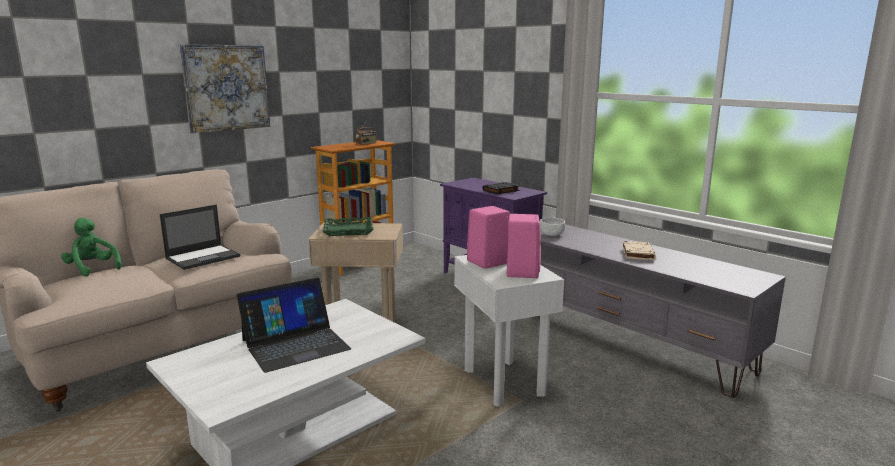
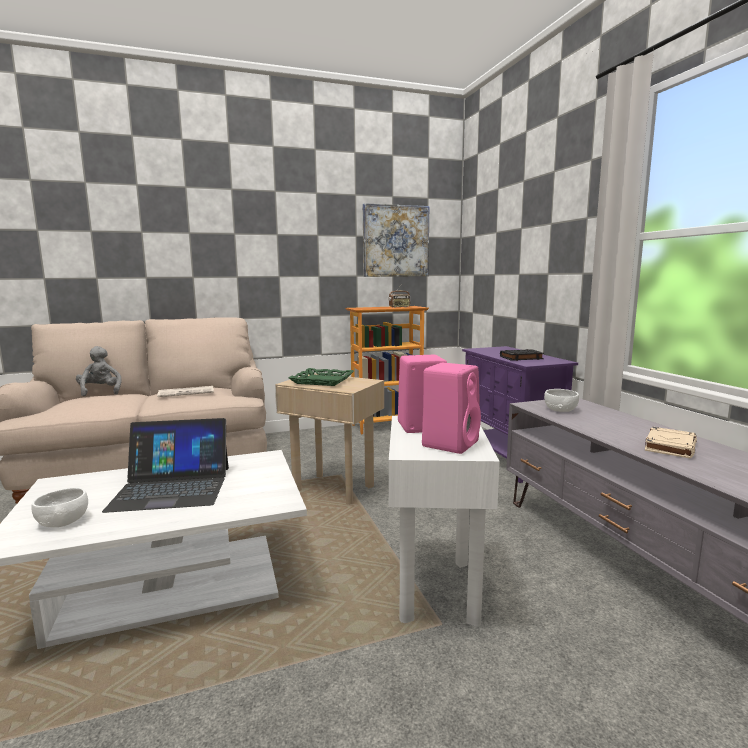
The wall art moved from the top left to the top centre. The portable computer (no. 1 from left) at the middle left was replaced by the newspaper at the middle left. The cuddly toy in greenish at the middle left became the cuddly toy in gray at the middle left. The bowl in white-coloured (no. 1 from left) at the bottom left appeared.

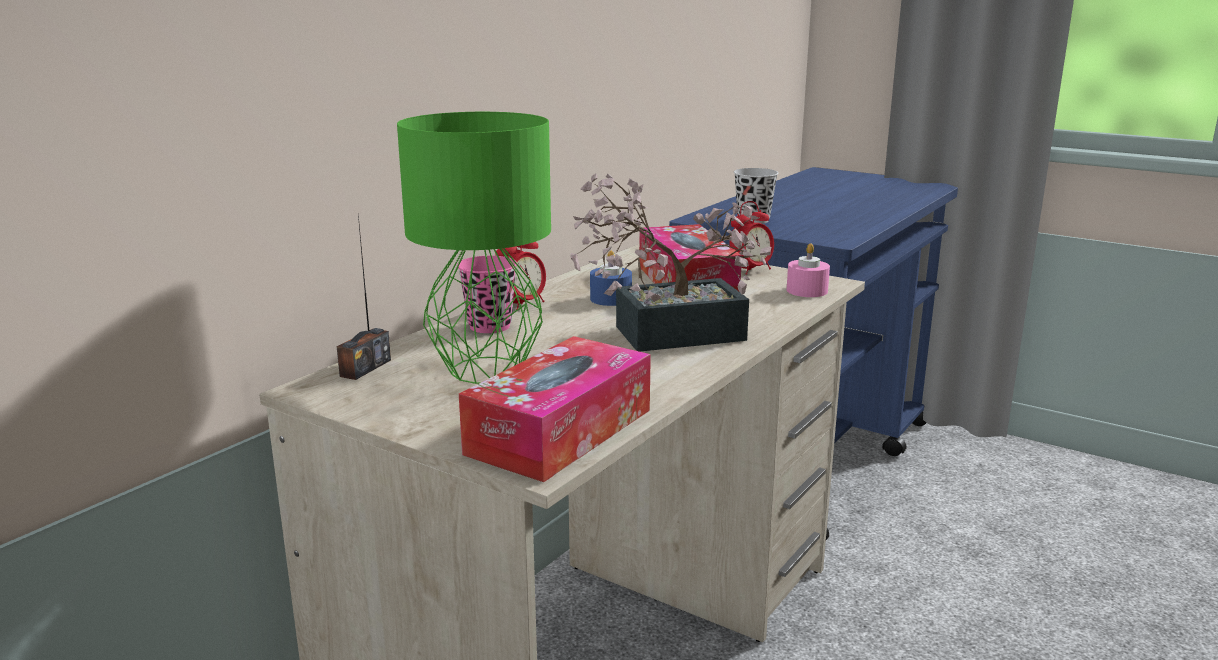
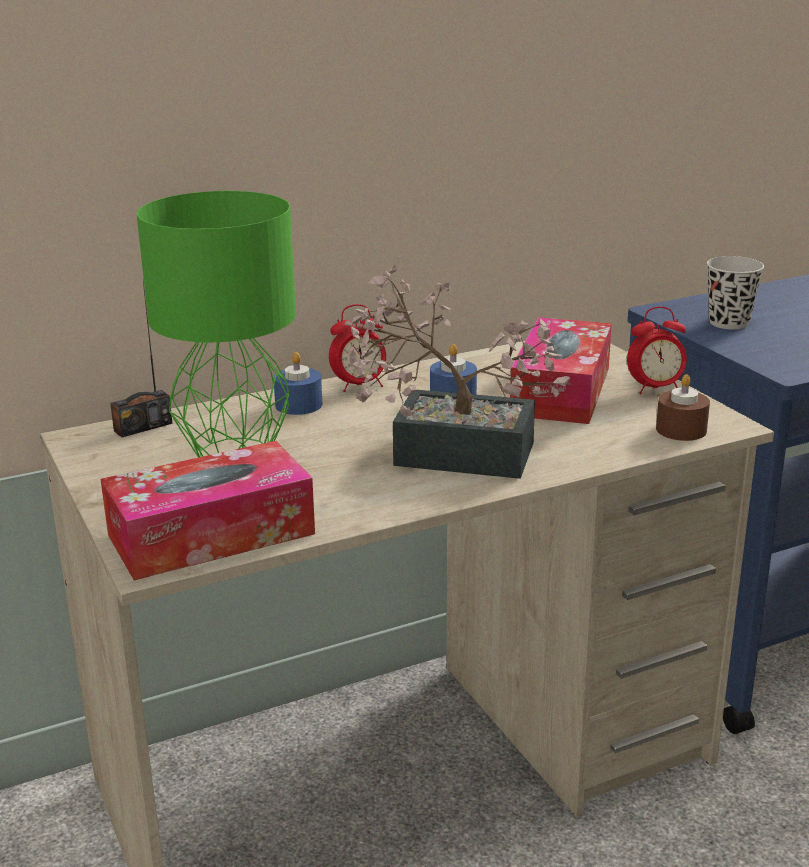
The wax candle in pink-coloured at the centre became the wax candle in brown-coloured at the middle right. The small cup in pink-coloured at the centre was replaced by the wax candle in blue-coloured (no. 1 from left) at the centre.

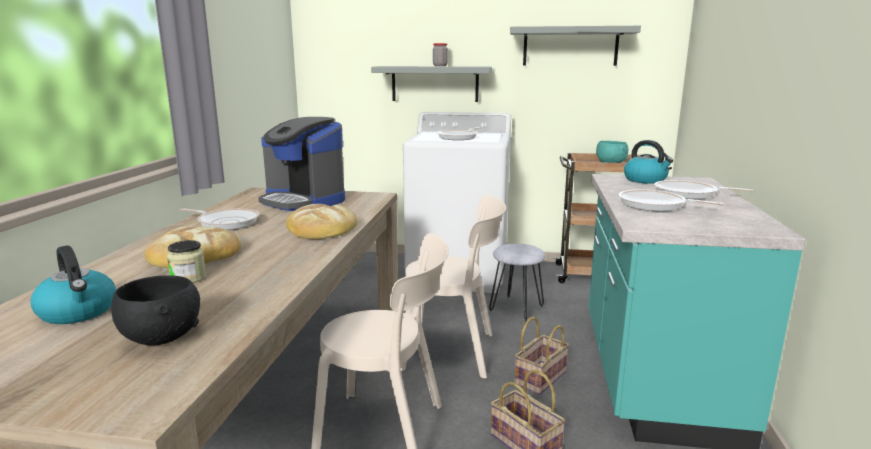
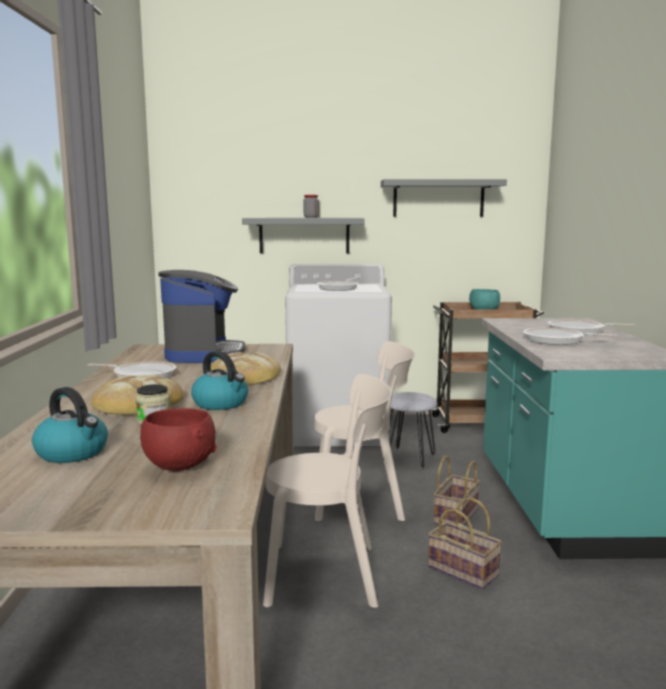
The coffee maker at the centre turned 120 degrees counterclockwise. The tea kettle (no. 2 from left) moved from the middle right to the middle left. The bowl in blackish at the bottom left became the bowl in red at the middle left.

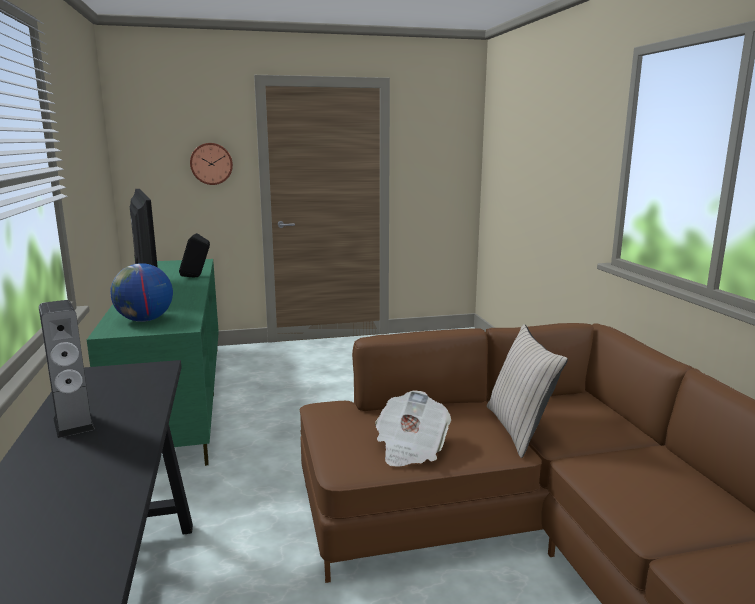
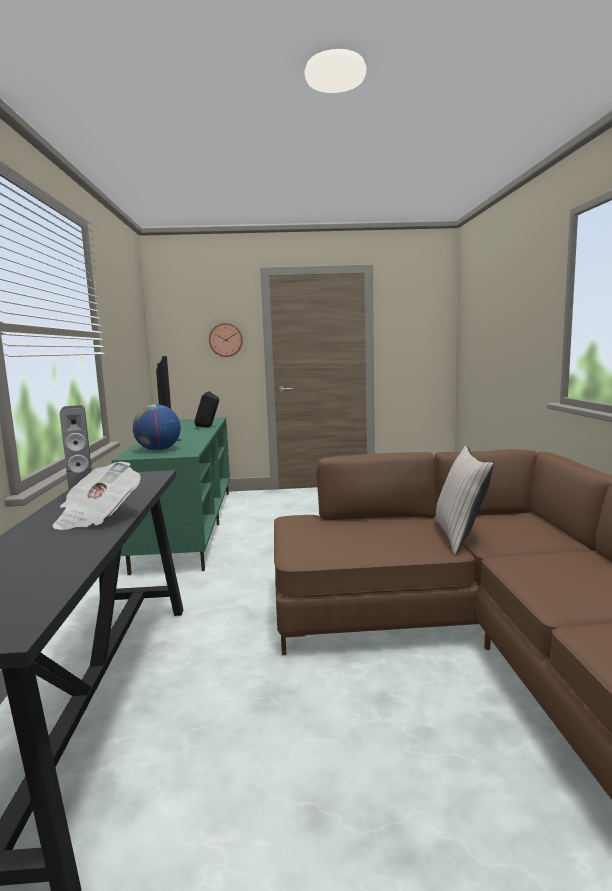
The newspaper moved from the bottom centre to the middle left.

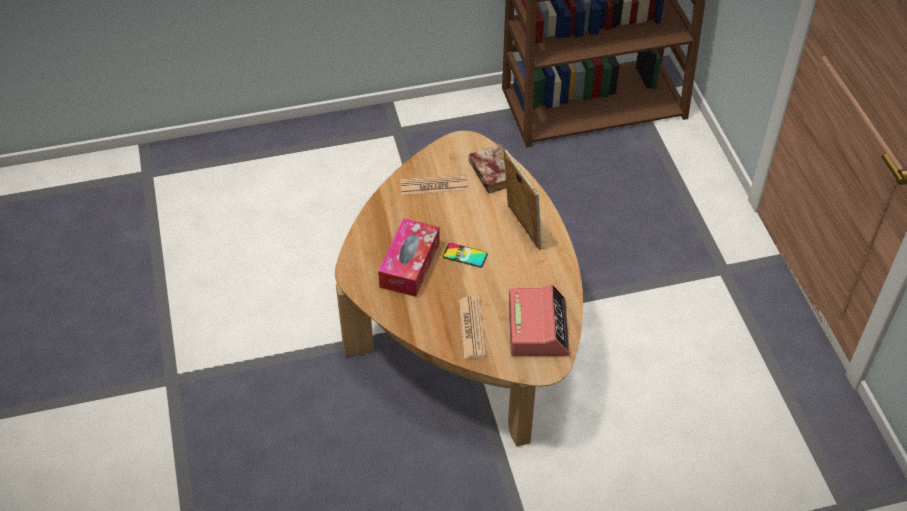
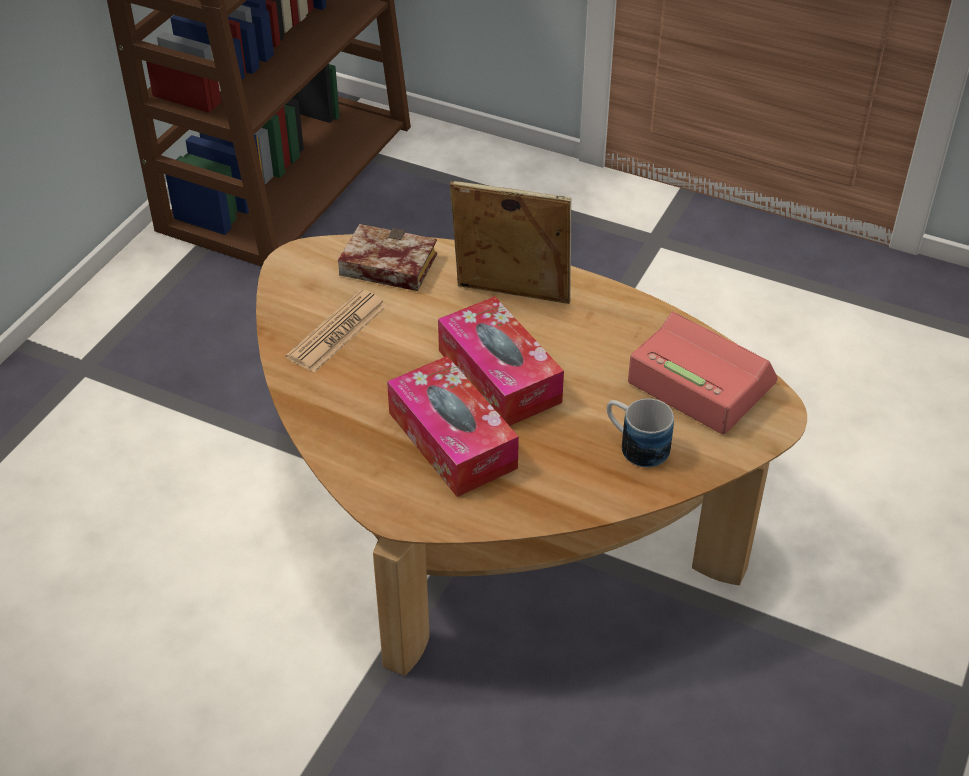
The phone at the centre was replaced by the box of tissues (no. 2 from left) at the centre. The newspaper (no. 2 from left) at the centre was replaced by the mug at the centre.

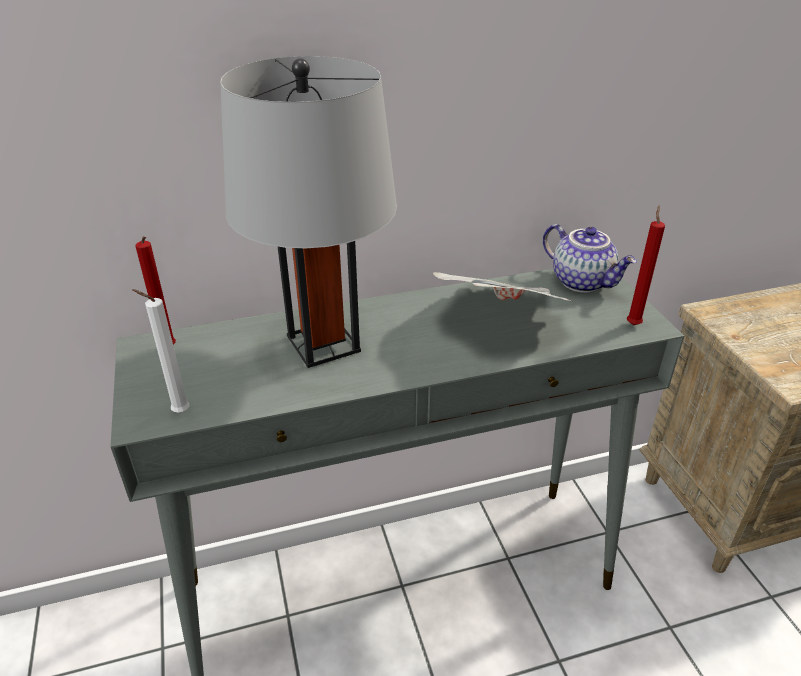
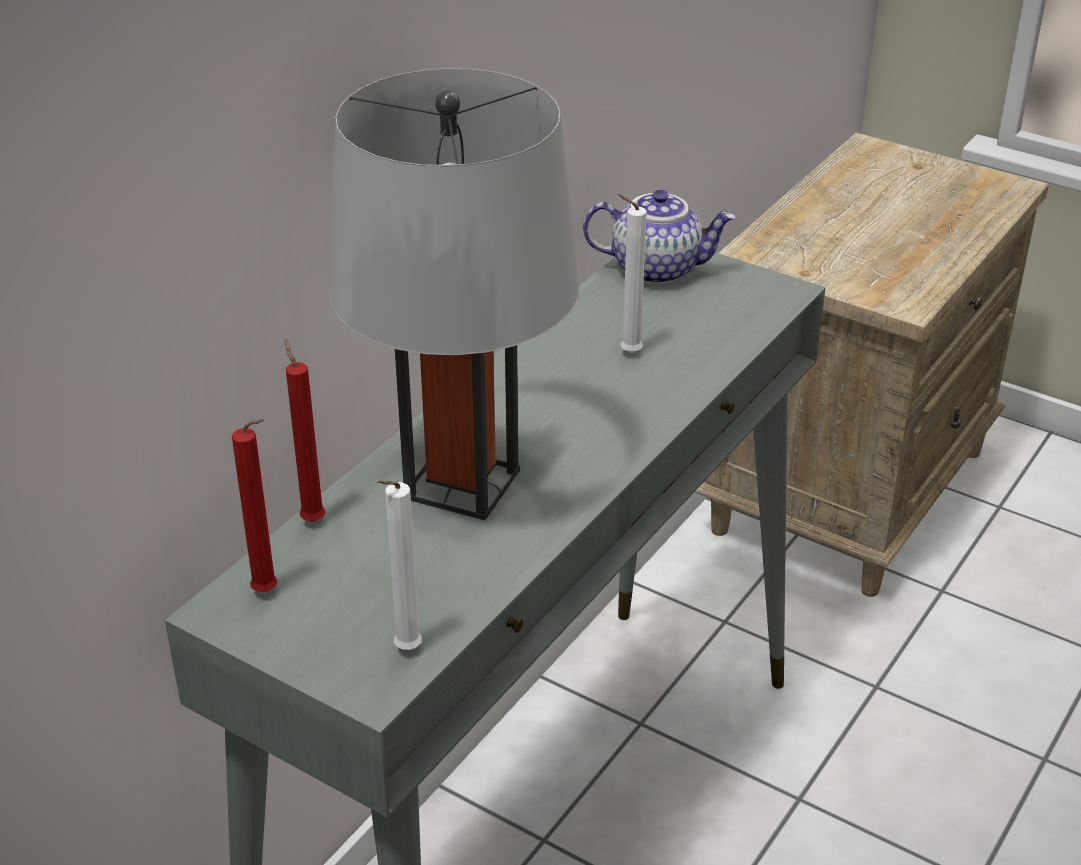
The wax candle in red (no. 2 from left) moved from the middle right to the middle left. The newspaper at the centre was replaced by the wax candle in white-coloured (no. 2 from left) at the top centre.

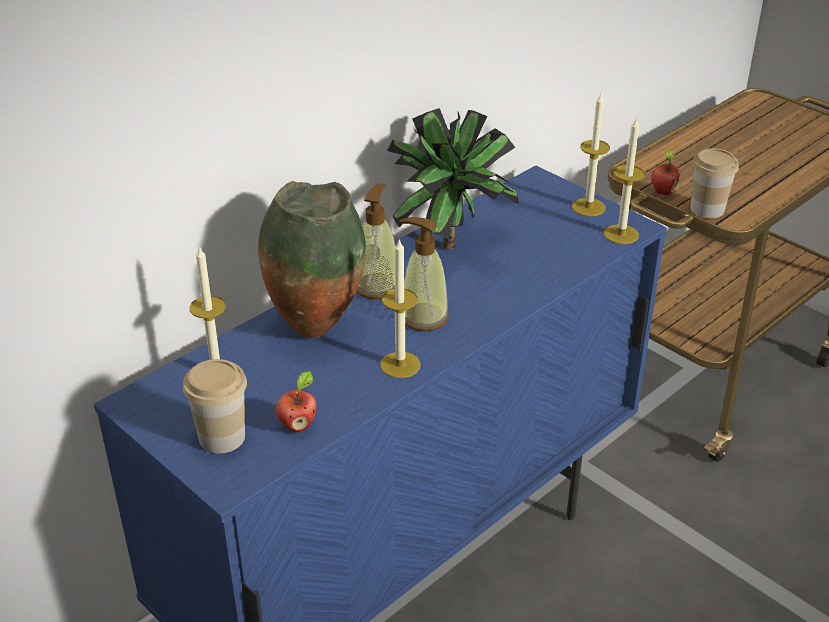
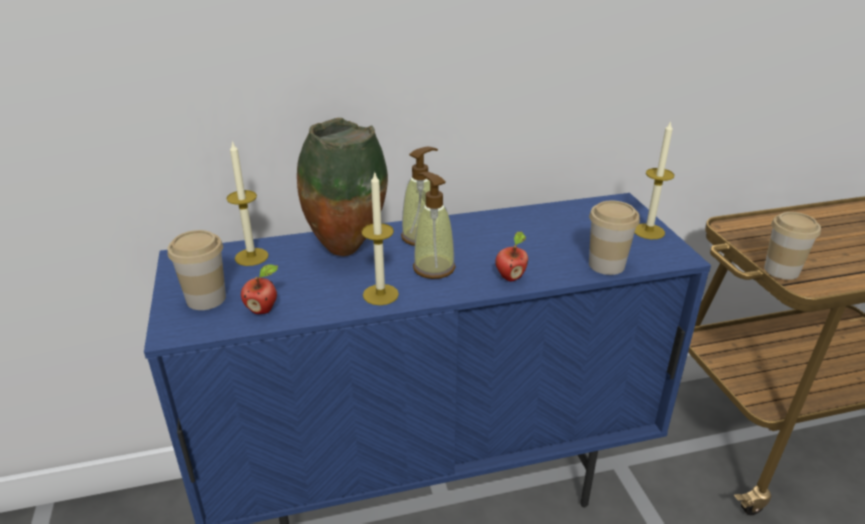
The houseplant at the top centre disappeared. The wax candle (no. 4 from left) at the top right disappeared. The apple (no. 2 from left) moved from the top right to the centre. The small cup (no. 2 from left) at the middle right appeared.

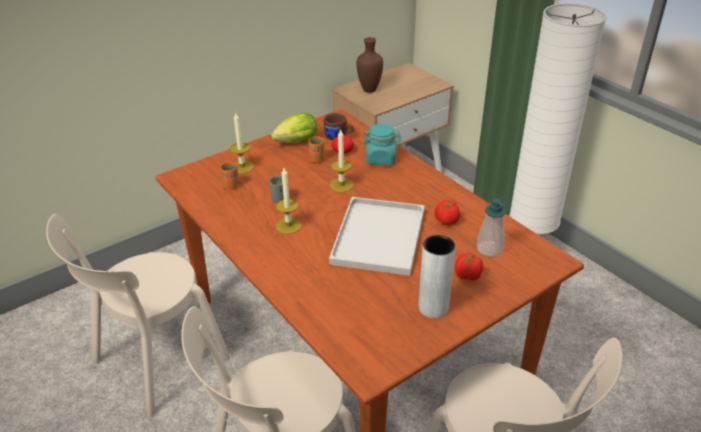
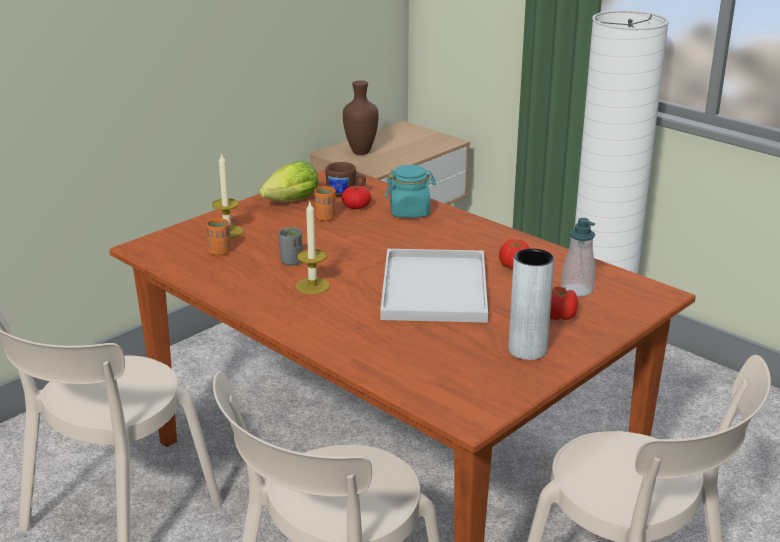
The wax candle (no. 3 from left) at the centre disappeared.

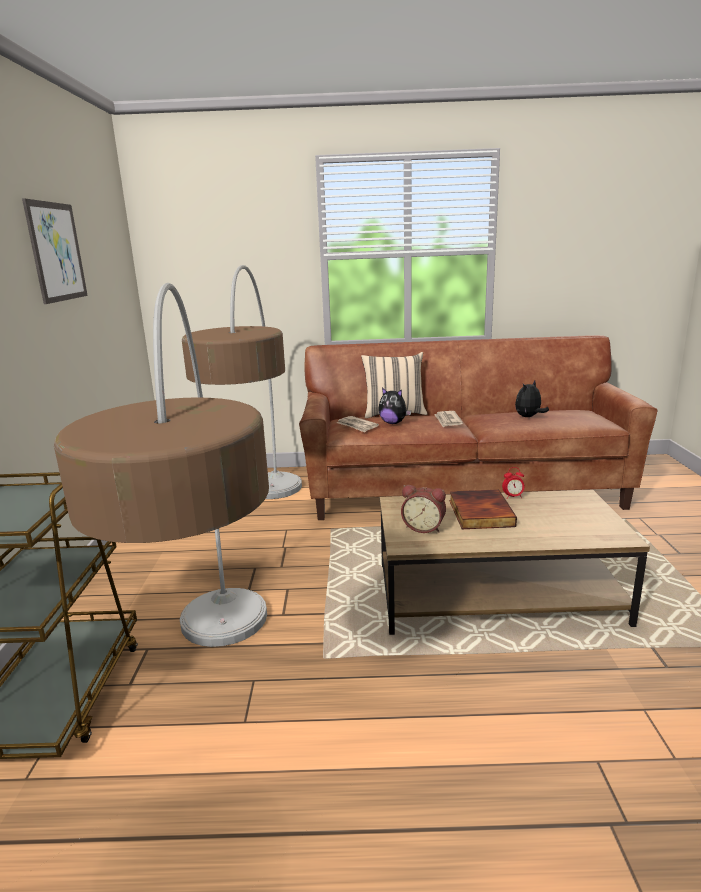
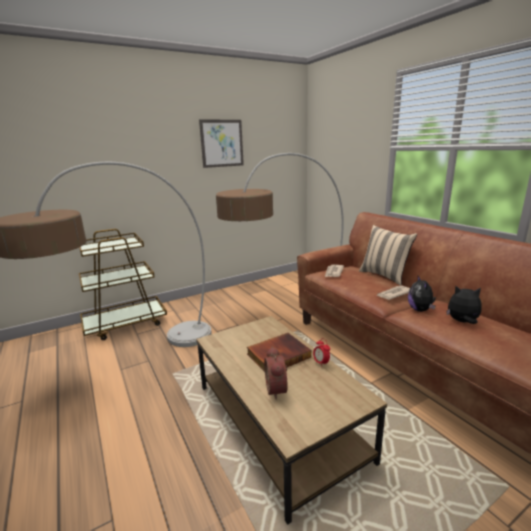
The cuddly toy (no. 1 from left) moved from the centre to the middle right. The bedside clock (no. 1 from left) moved from the centre to the bottom centre.

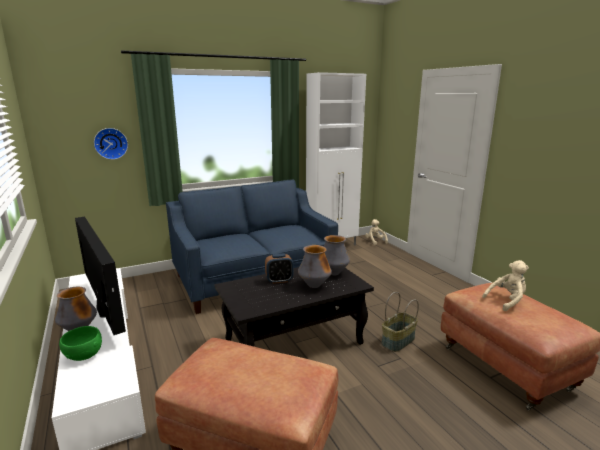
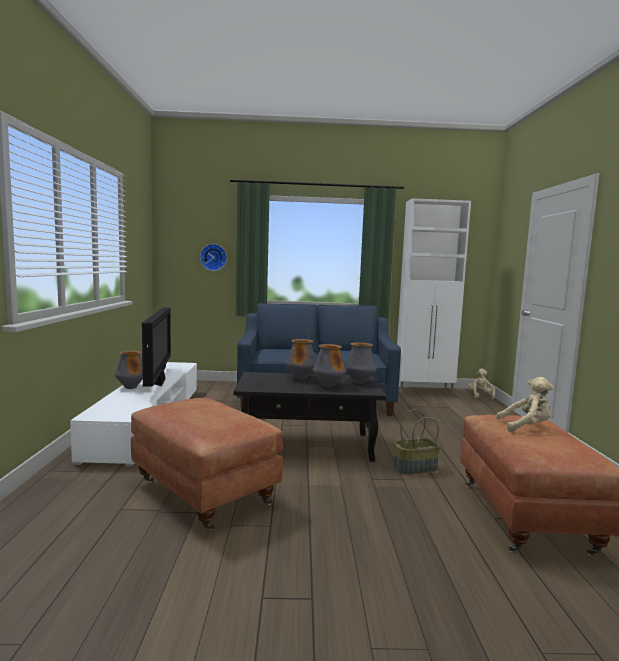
The bedside clock at the centre was replaced by the decorative vase (no. 2 from left) at the centre. The bowl in greenish at the bottom left disappeared.

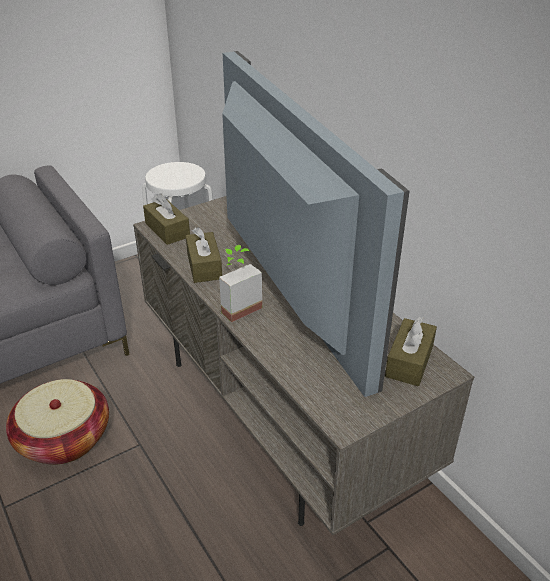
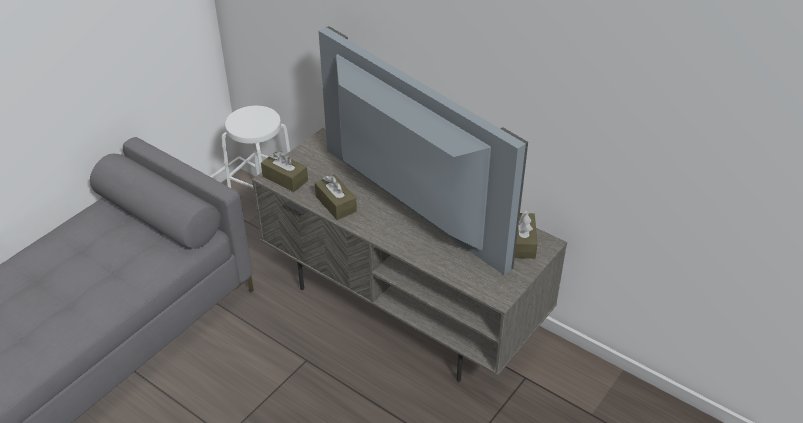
The houseplant at the centre disappeared. The household basket at the bottom left disappeared.

